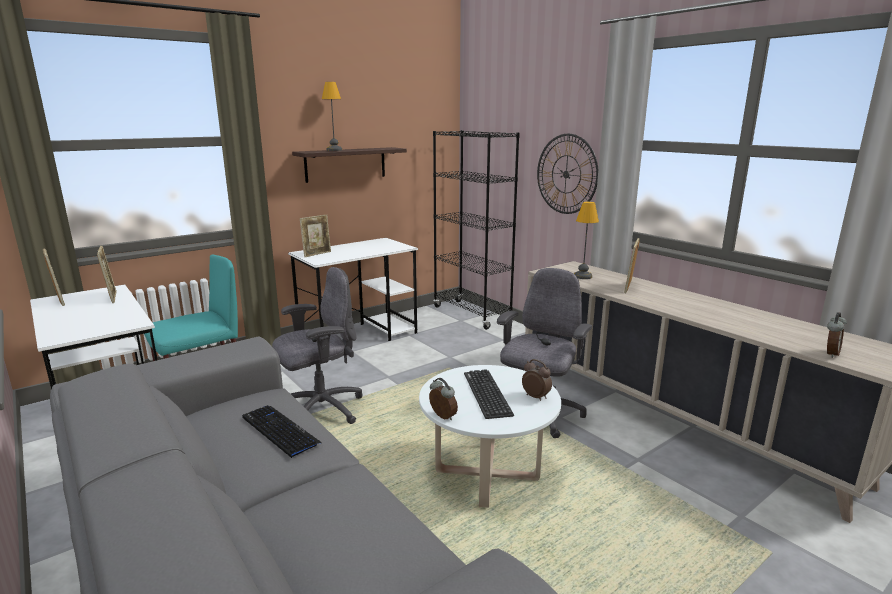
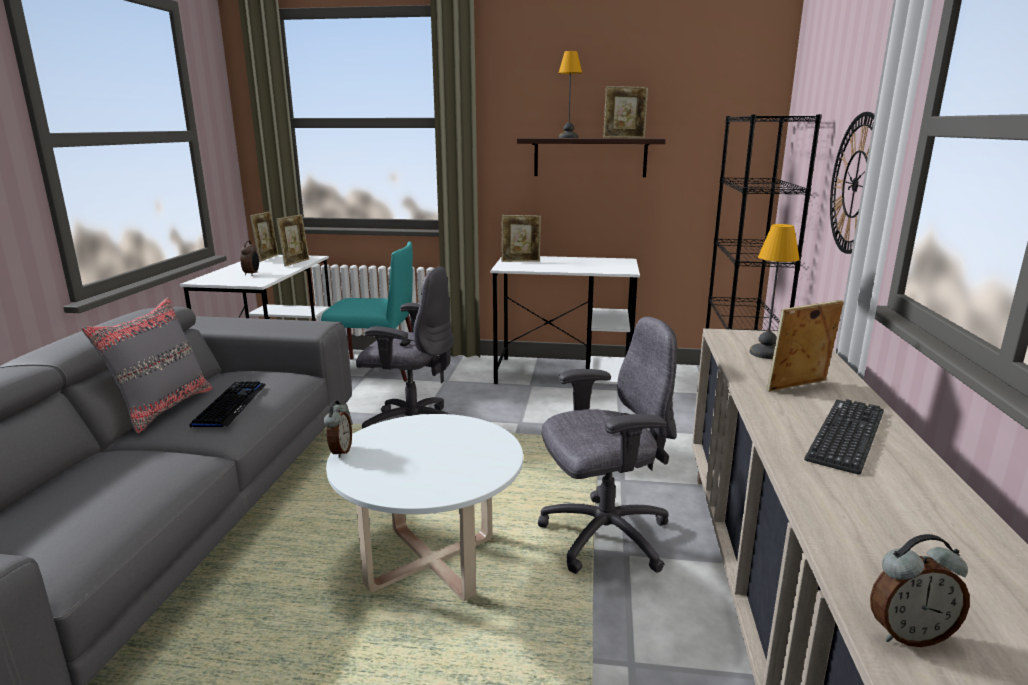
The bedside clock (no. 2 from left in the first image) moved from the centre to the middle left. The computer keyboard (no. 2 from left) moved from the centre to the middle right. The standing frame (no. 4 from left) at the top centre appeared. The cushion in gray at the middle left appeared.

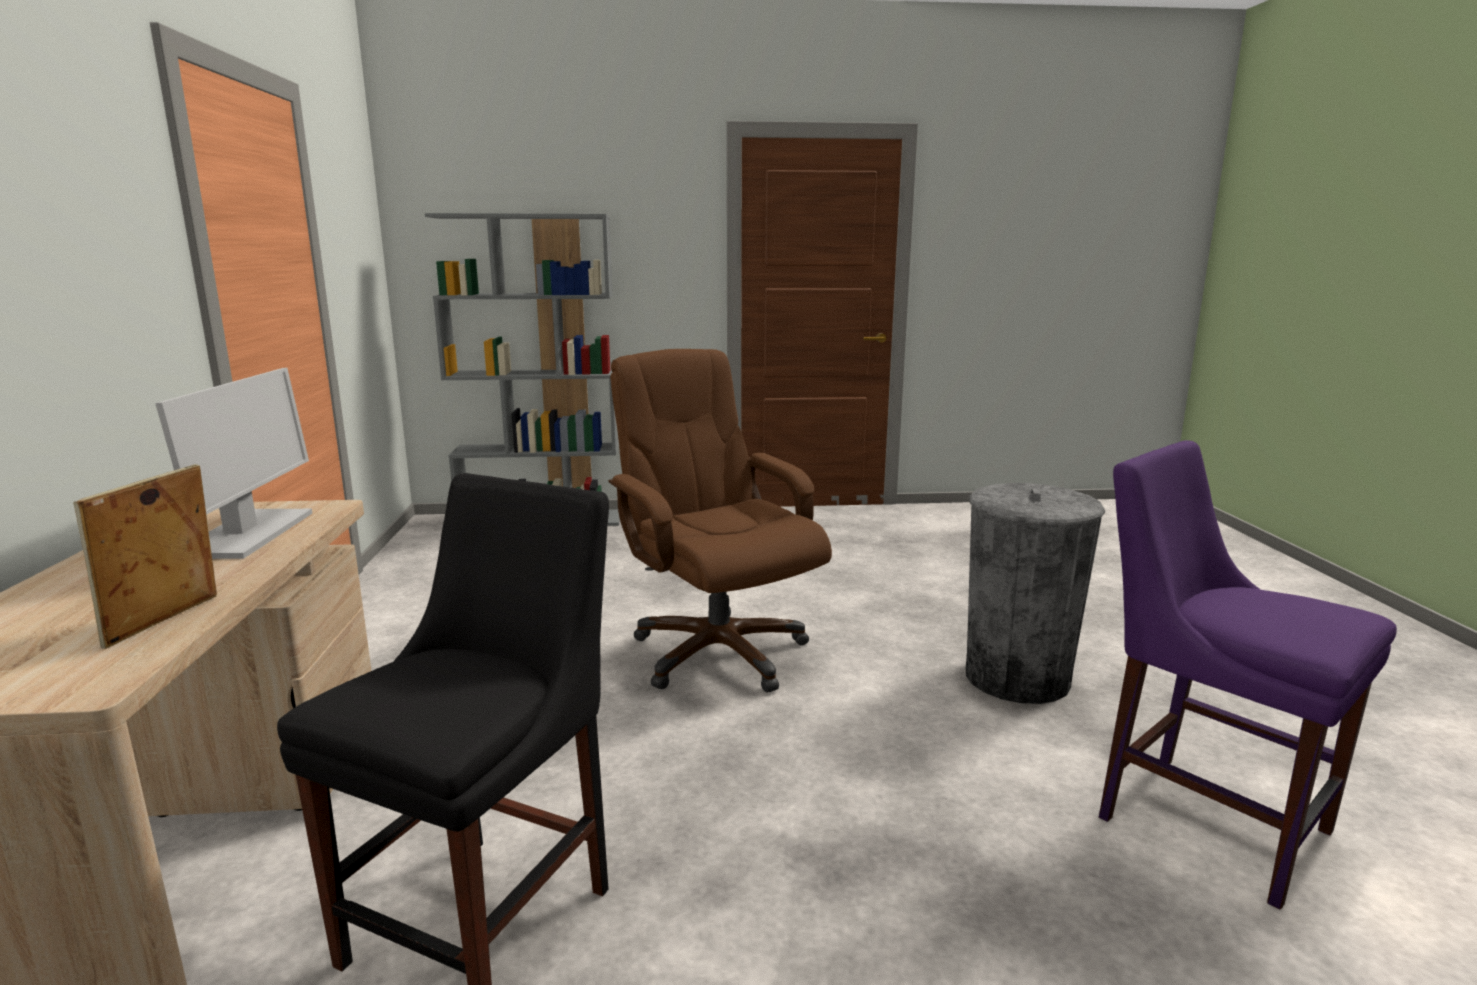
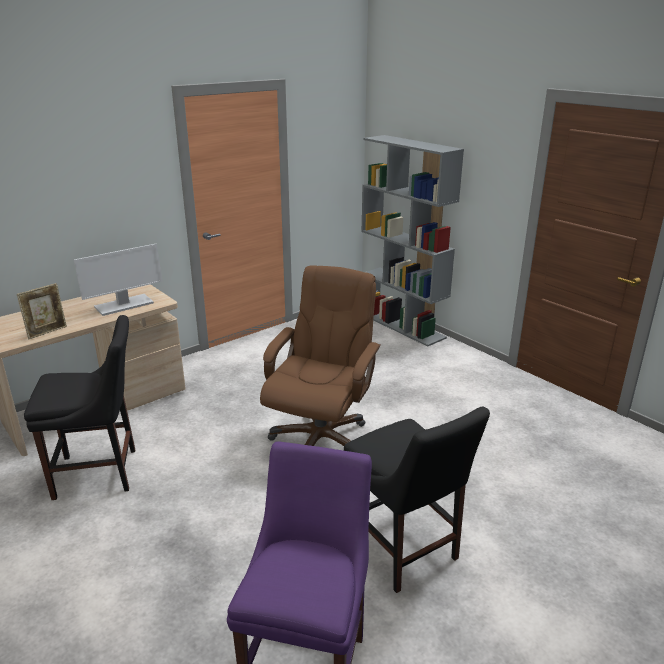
The standing frame at the middle left turned 150 degrees clockwise. The waste bin in gray at the middle right was replaced by the plain chair in blackish (no. 2 from left) at the bottom centre.

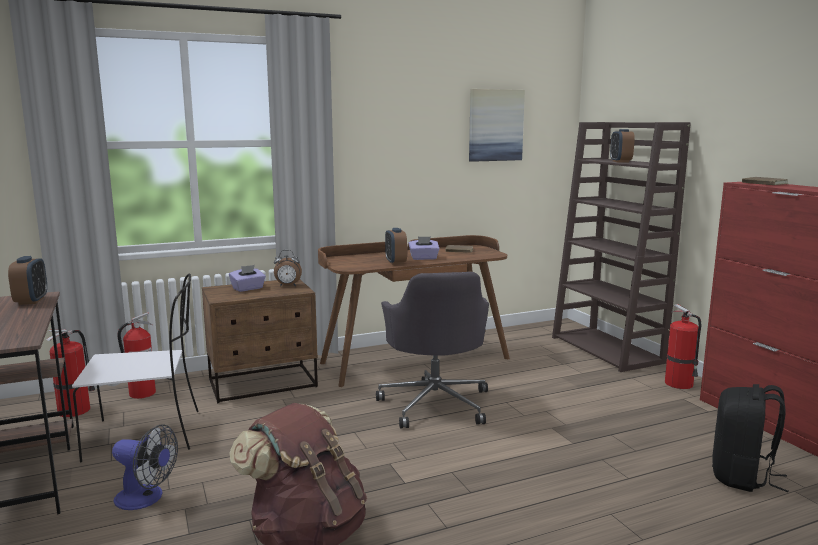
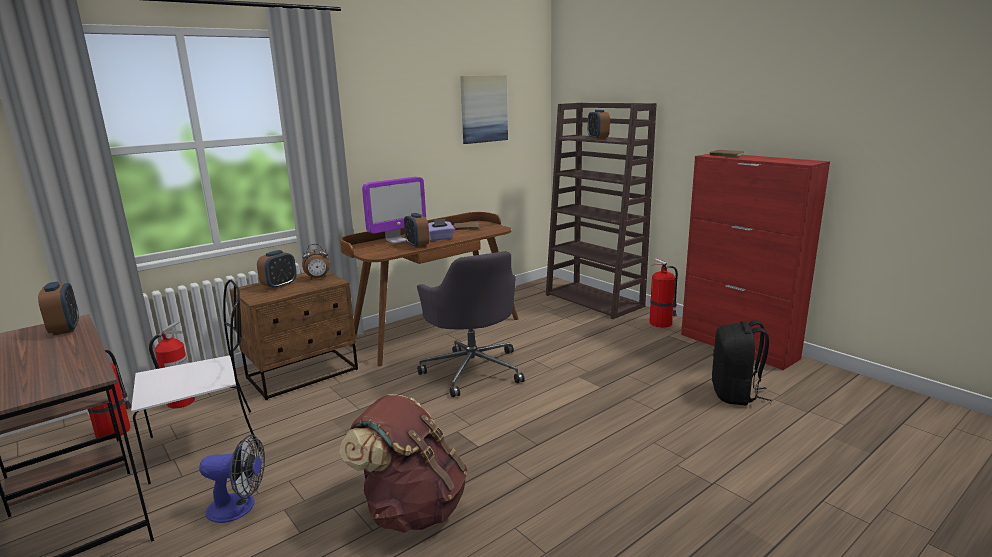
The box of tissues in purplish (no. 1 from left) at the middle left was replaced by the bedside clock (no. 2 from left) at the middle left. The computer display at the centre appeared.

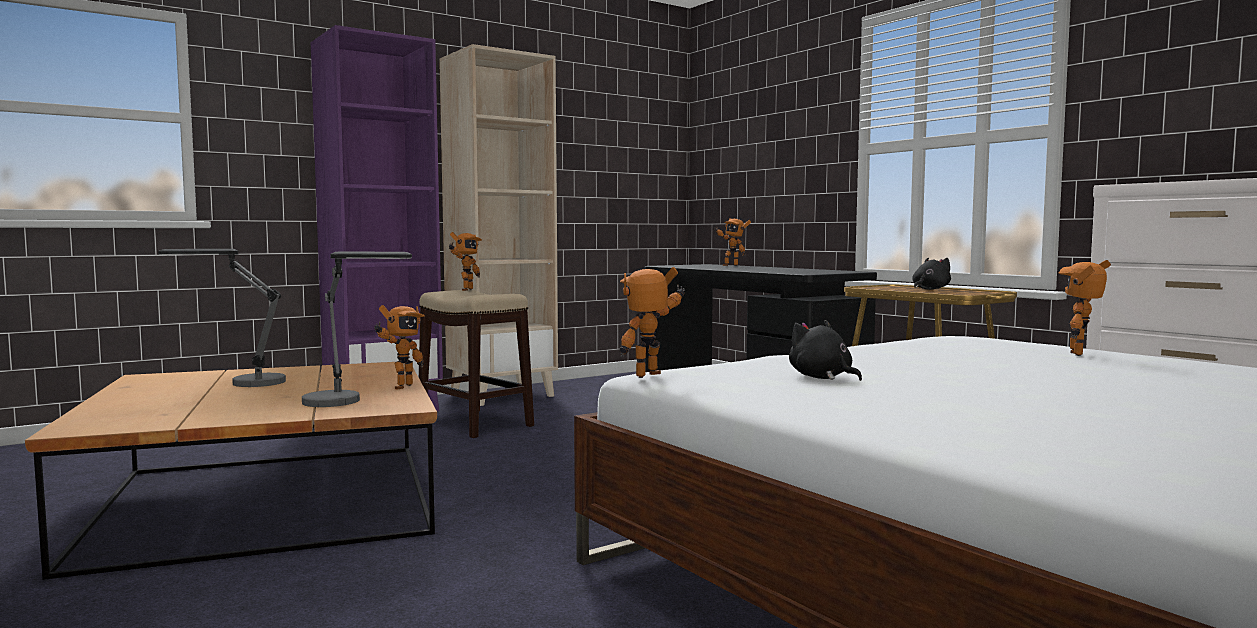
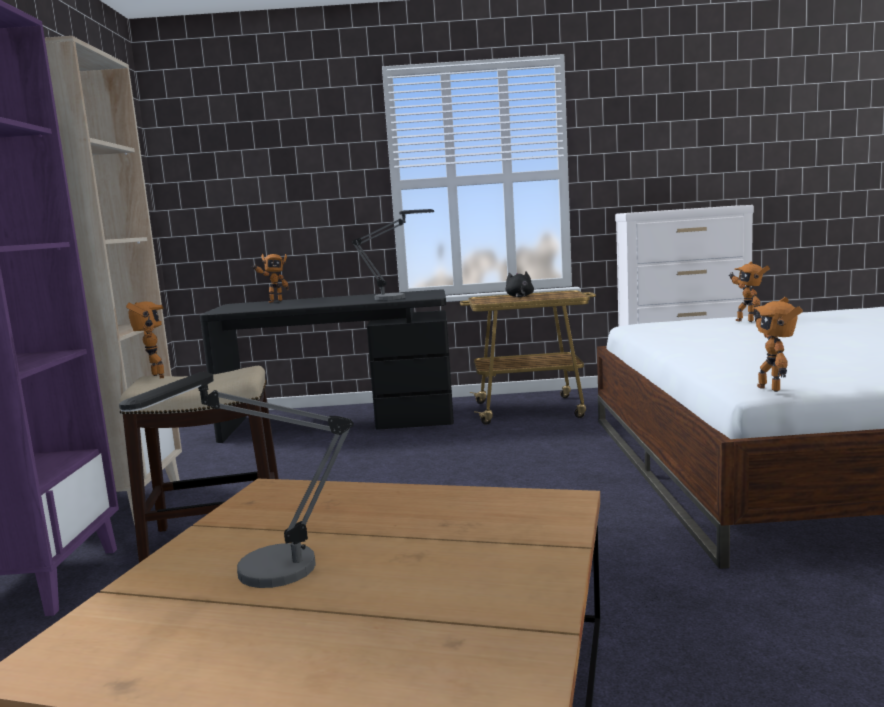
The table lamp (no. 2 from left) moved from the middle left to the centre. The model robot (no. 1 from left) at the middle left disappeared. The cuddly toy in blackish (no. 1 from left) at the centre disappeared.

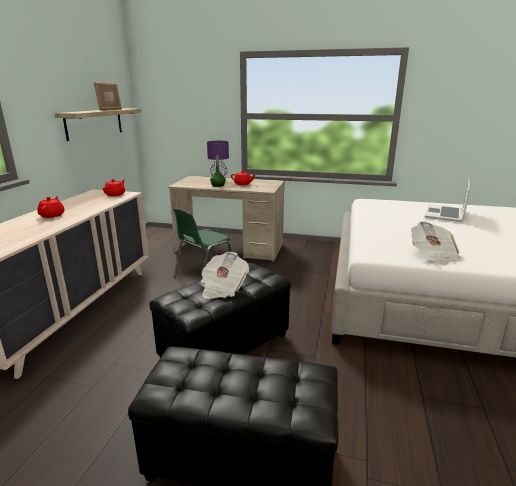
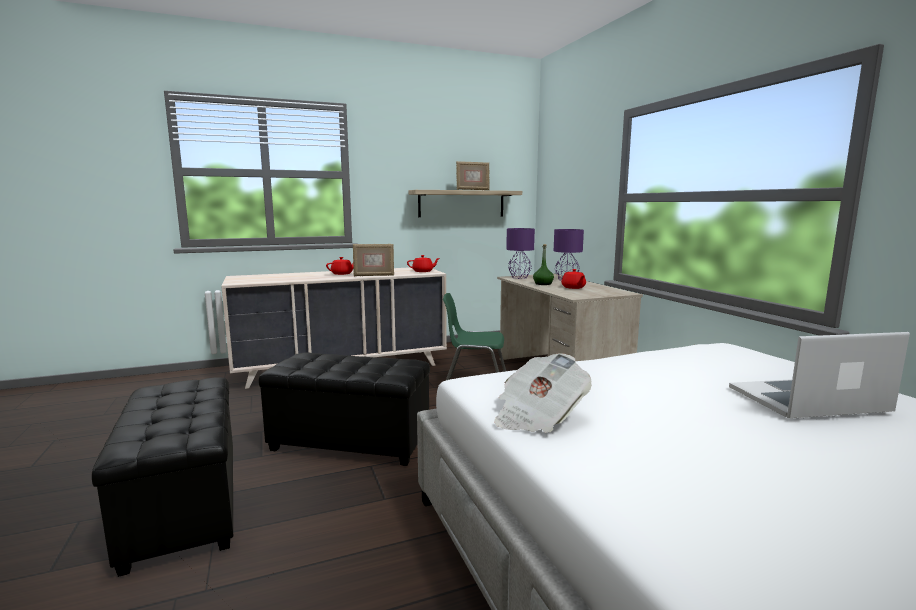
The newspaper (no. 1 from left) at the centre disappeared. The table lamp in purplish (no. 1 from left) at the centre appeared. The standing frame (no. 1 from left) at the centre appeared.

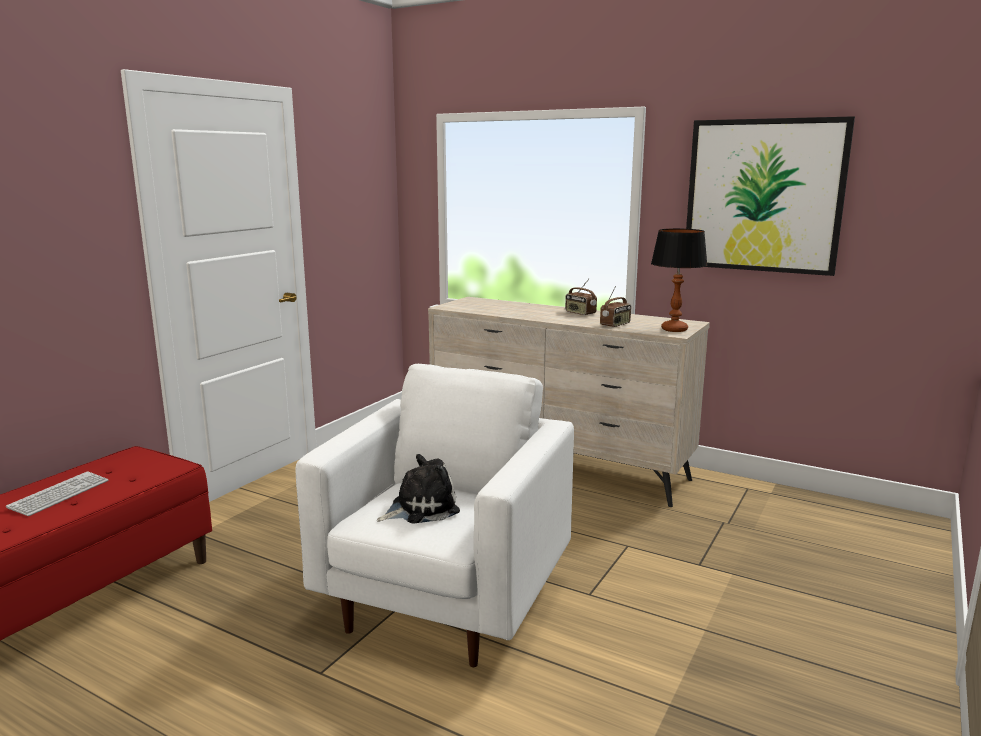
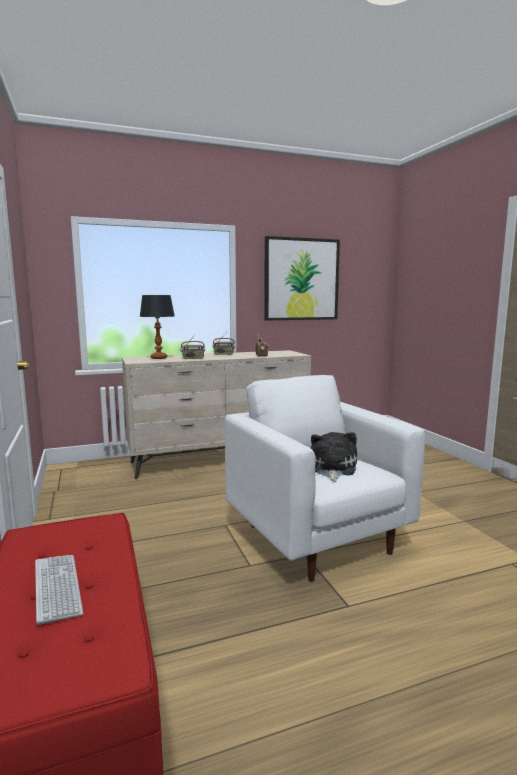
The table lamp moved from the middle right to the middle left. The radio set (no. 1 from left) at the centre appeared.

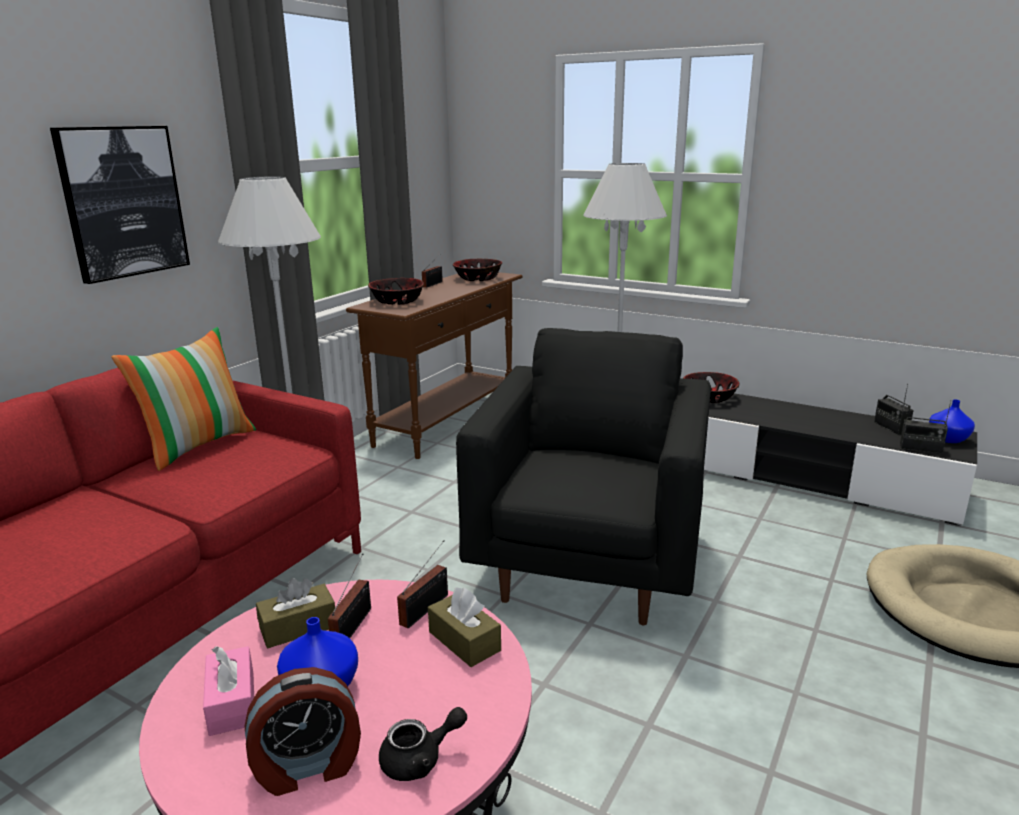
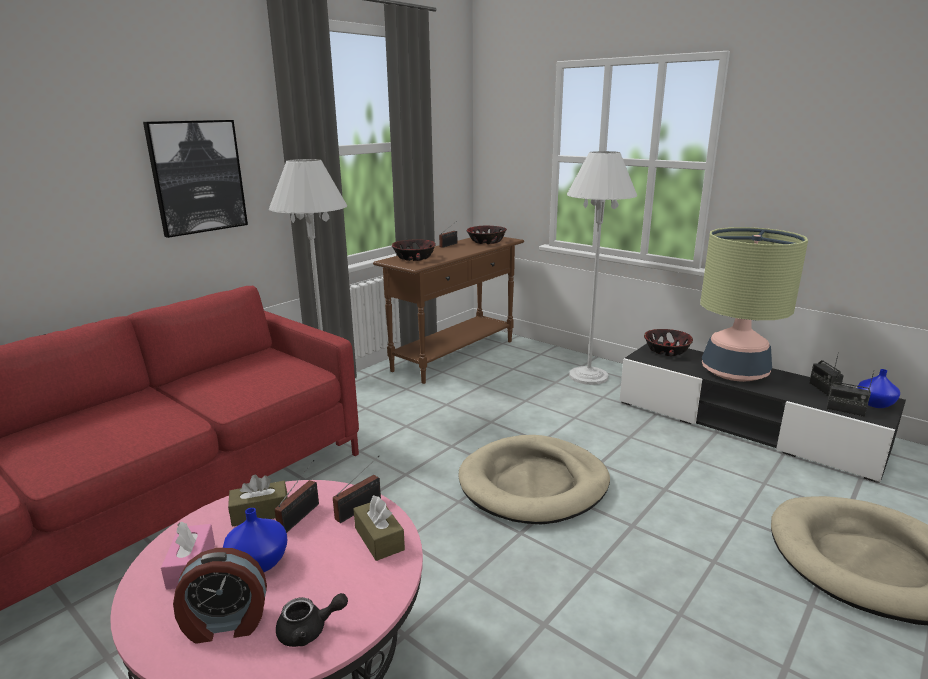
The cushion at the middle left disappeared. The easy chair in blackish at the centre was replaced by the dog bed in sand-coloured (no. 1 from left) at the bottom centre. The table lamp at the middle right appeared.

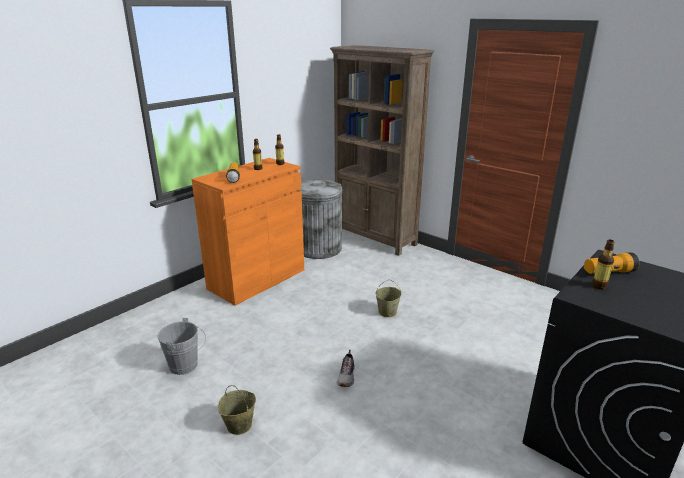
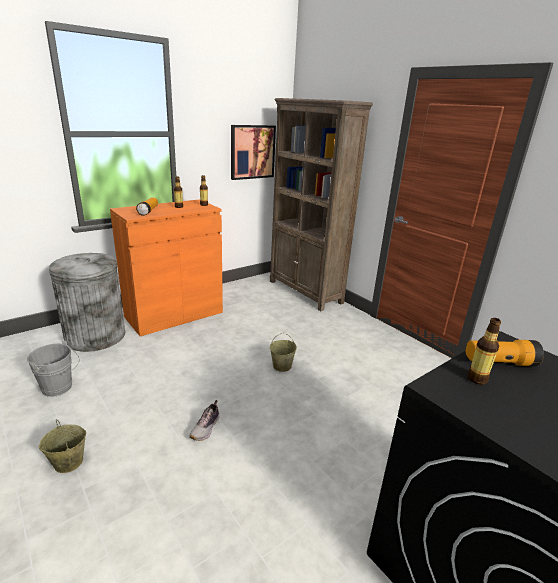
The waste bin in gray moved from the centre to the middle left. The wall art at the top centre appeared.

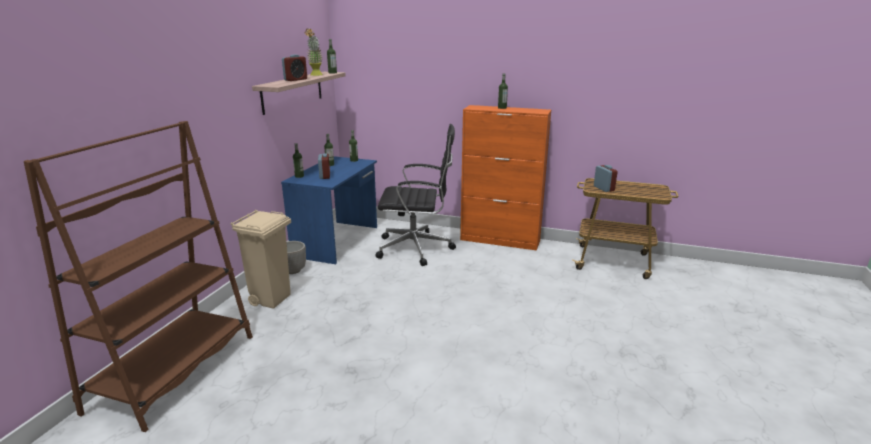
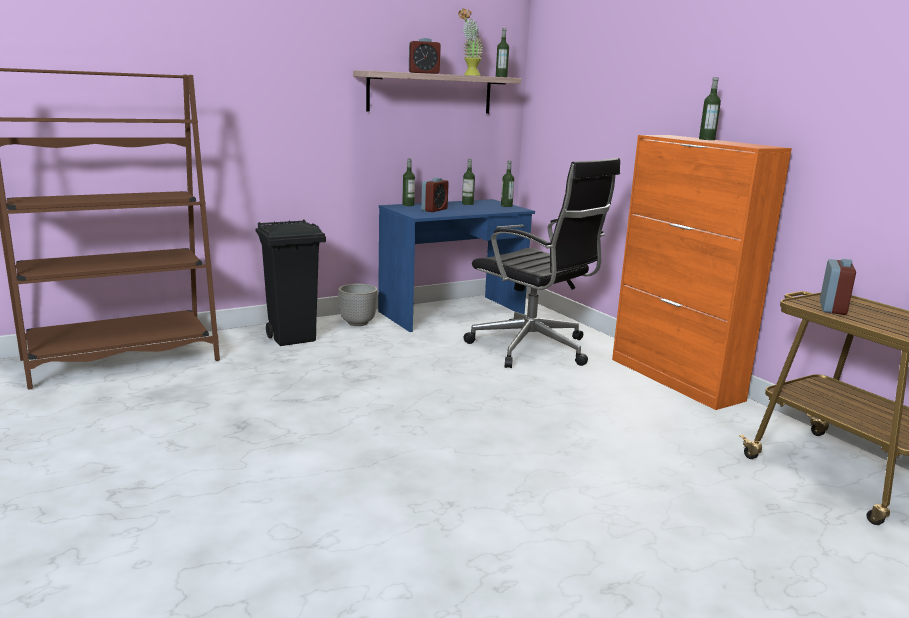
The waste bin in sand-coloured at the middle left became the waste bin in blackish at the middle left.

